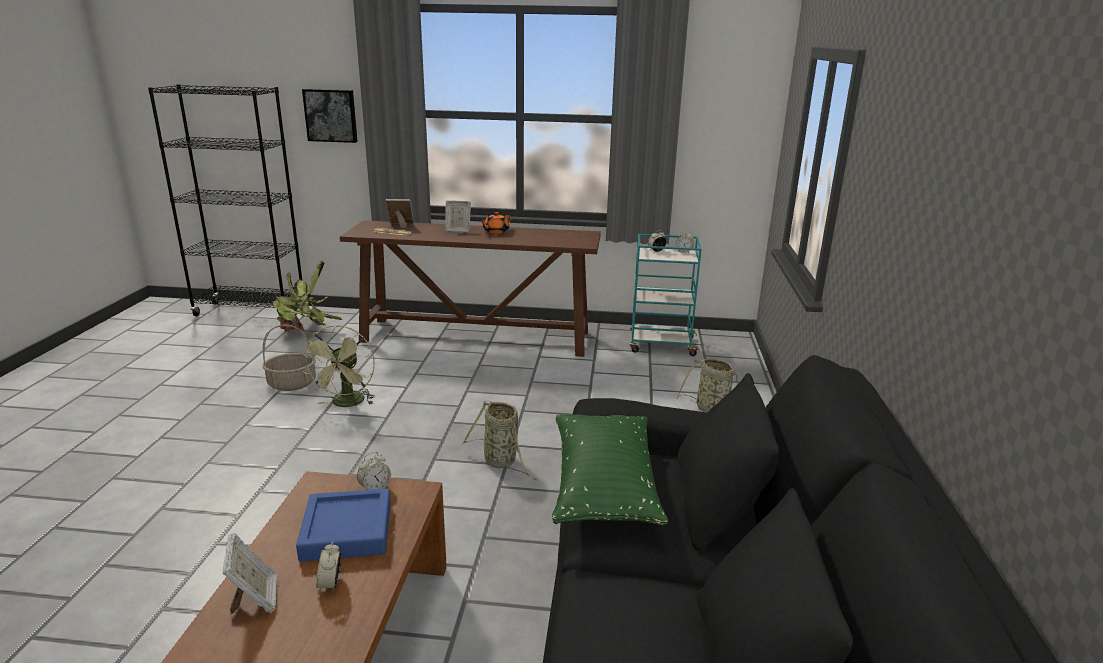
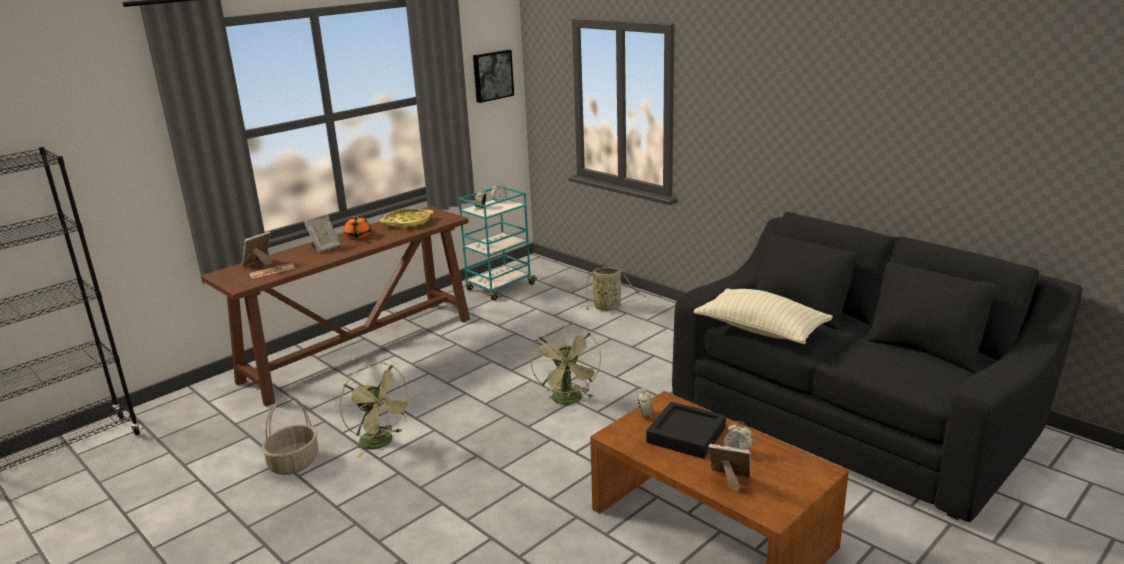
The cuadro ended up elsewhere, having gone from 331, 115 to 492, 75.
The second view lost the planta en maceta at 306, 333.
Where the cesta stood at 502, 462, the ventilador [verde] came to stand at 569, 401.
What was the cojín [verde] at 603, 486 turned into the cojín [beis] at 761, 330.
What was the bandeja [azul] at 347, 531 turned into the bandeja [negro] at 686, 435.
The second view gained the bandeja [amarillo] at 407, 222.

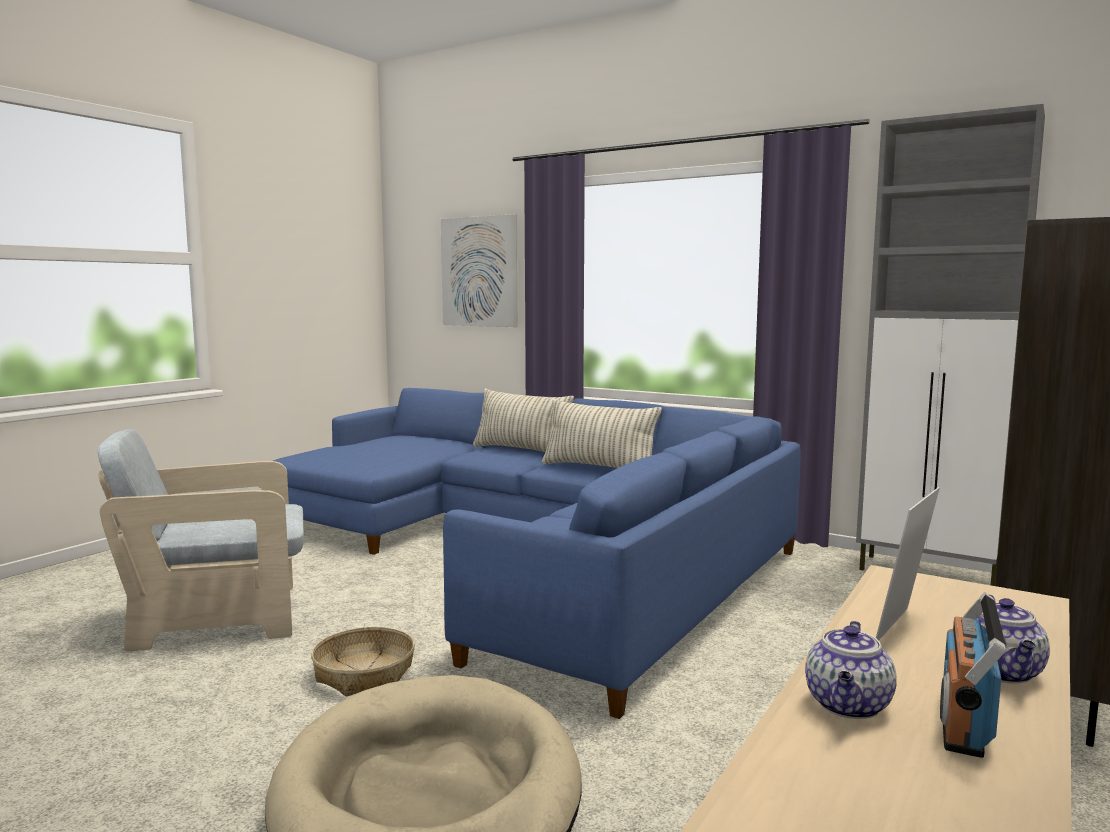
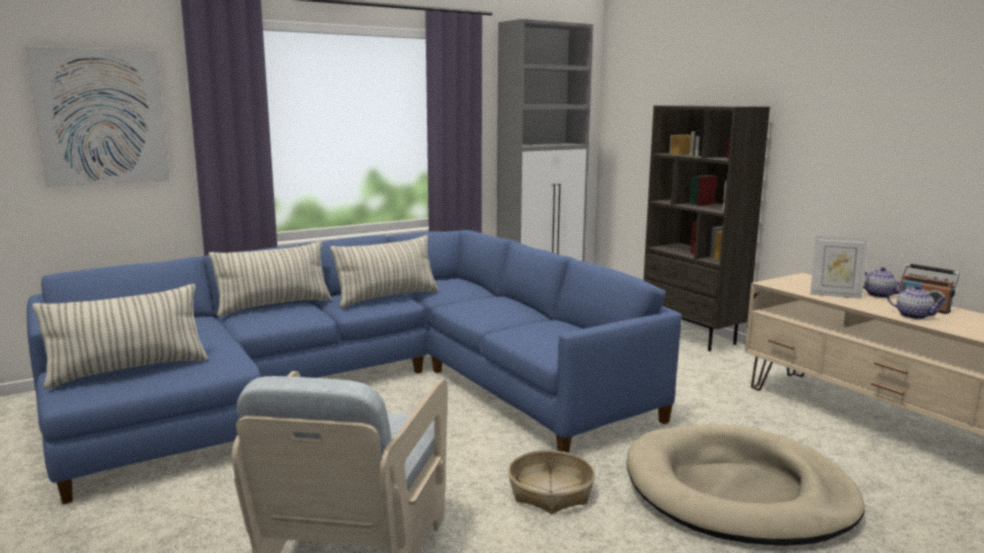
The portarretratos at 903, 628 ended up facing another way, 45 degrees counterclockwise from before.
The second view gained the cojín at 128, 370.

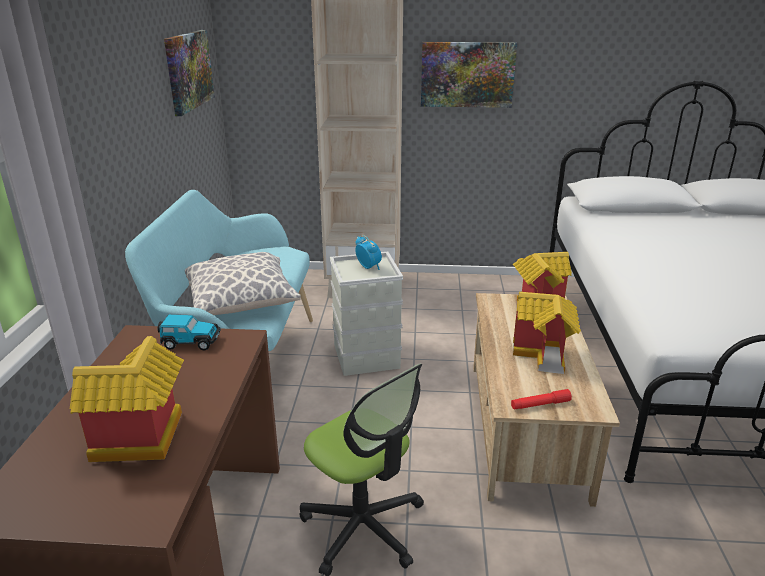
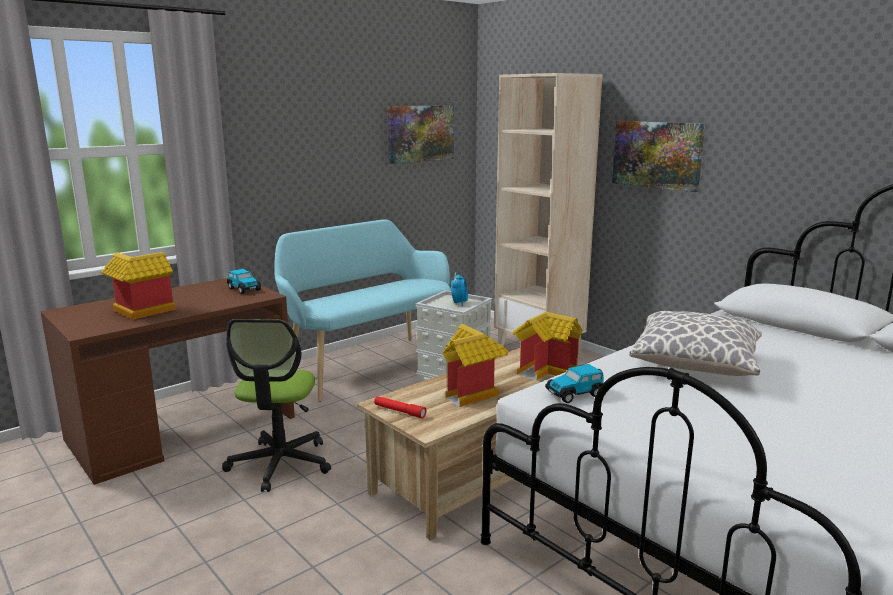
The cojín ended up elsewhere, having gone from 242, 303 to 695, 366.
The second view gained the coche de juguete at 575, 394.

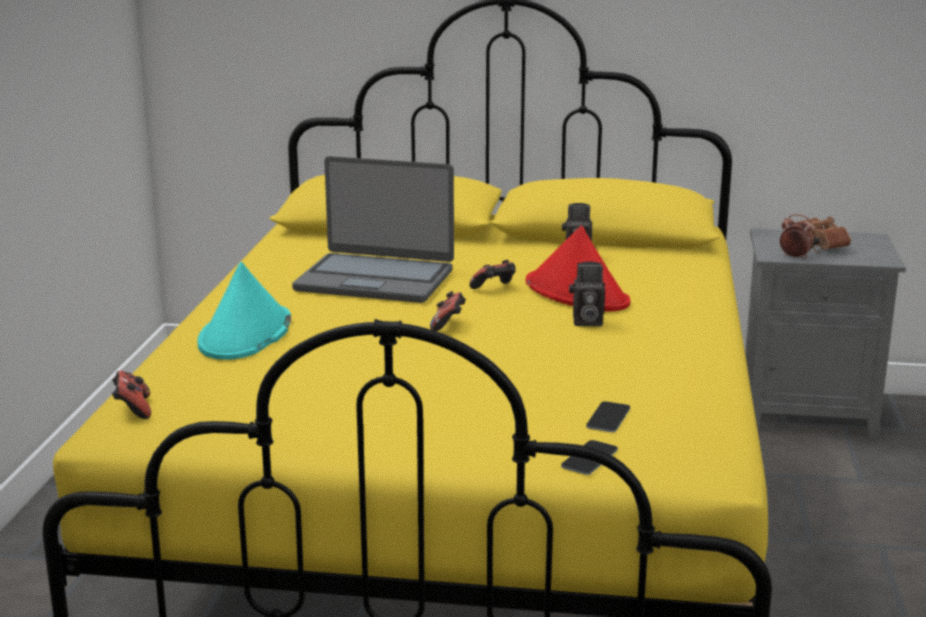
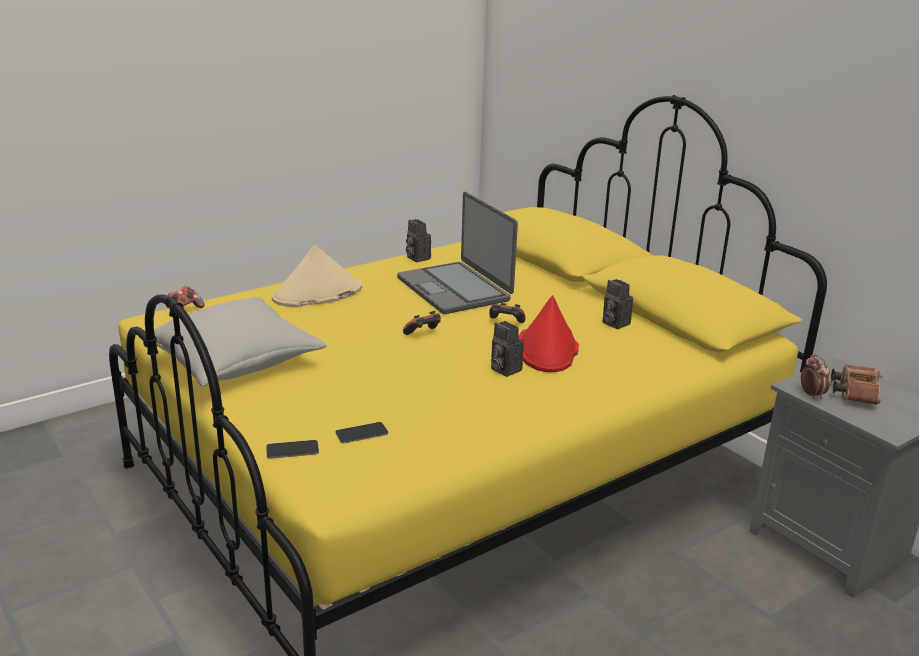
What was the sombrero [turquesa] at 245, 334 turned into the sombrero [beis] at 317, 294.
The second view gained the cámara at 416, 258.
The second view gained the cojín [gris] at 235, 361.

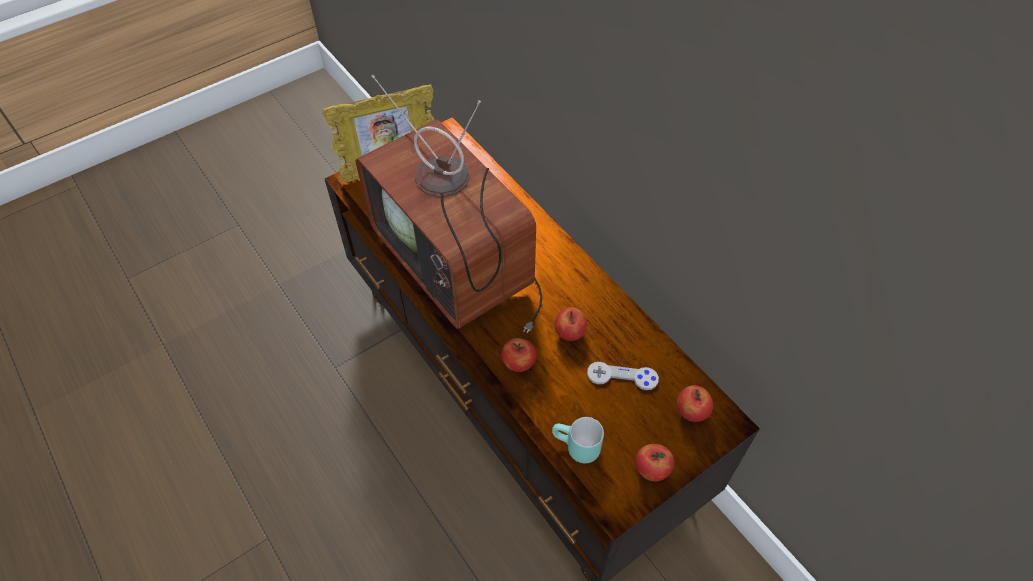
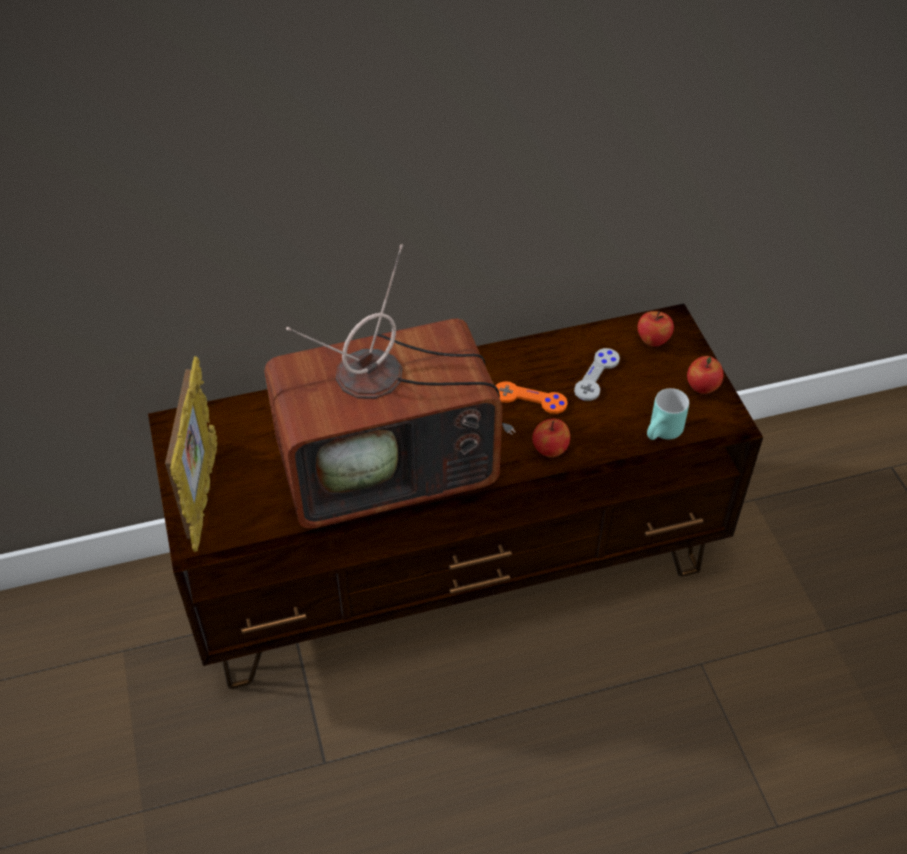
Where the manzana stood at 569, 333, the mando de consola [naranja] came to stand at 530, 399.

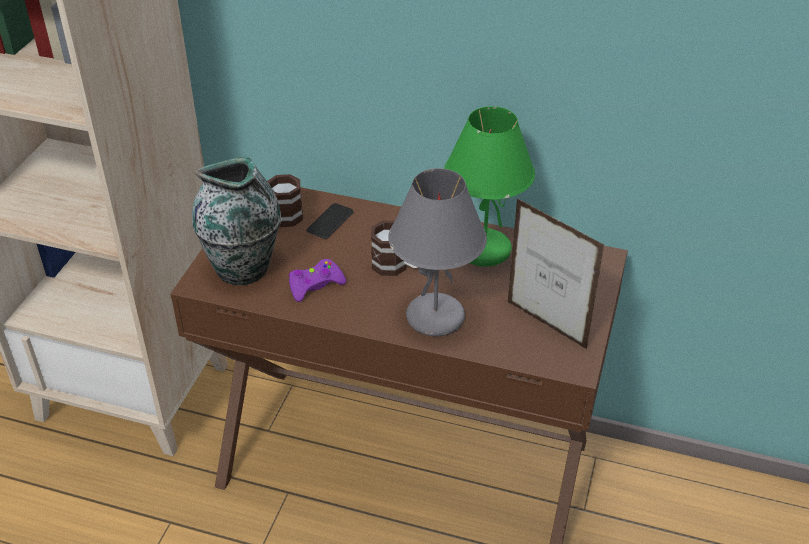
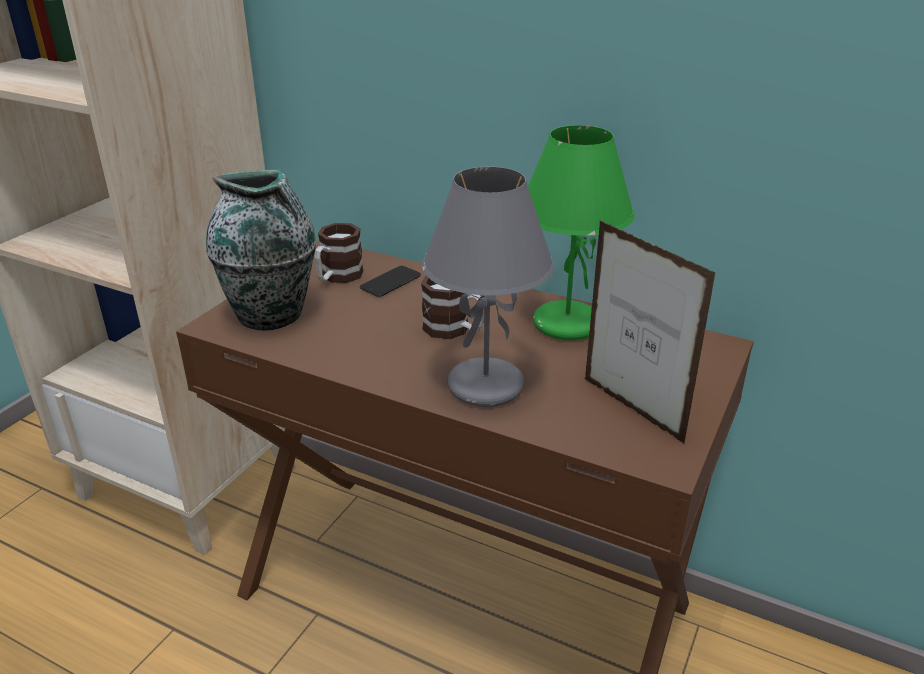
The second view lost the mando de consola [morado] at 315, 285.

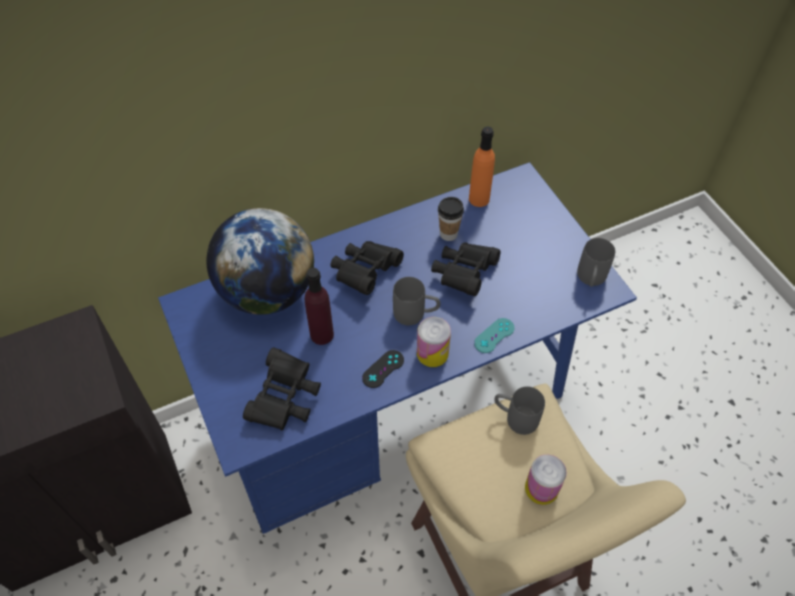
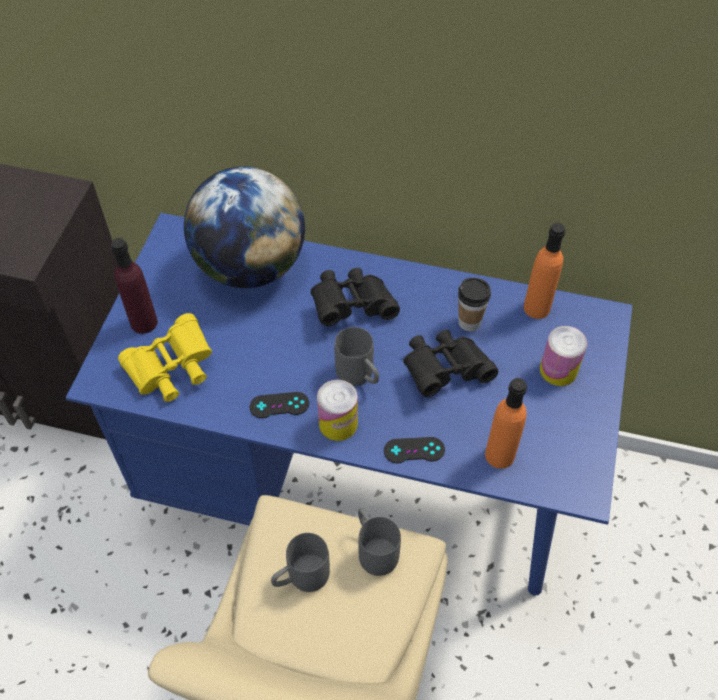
The taza grande [gris] ended up elsewhere, having gone from 590, 280 to 300, 578.
The botella [morado] ended up elsewhere, having gone from 322, 334 to 144, 322.
What was the mando de consola [turquesa] at 494, 335 turned into the mando de consola [negro] at 414, 450.
What was the prismáticos [negro] at 285, 399 turned into the prismáticos [amarillo] at 172, 370.
The lata ended up elsewhere, having gone from 541, 488 to 558, 370.
The second view gained the botella [naranja] at 499, 455.

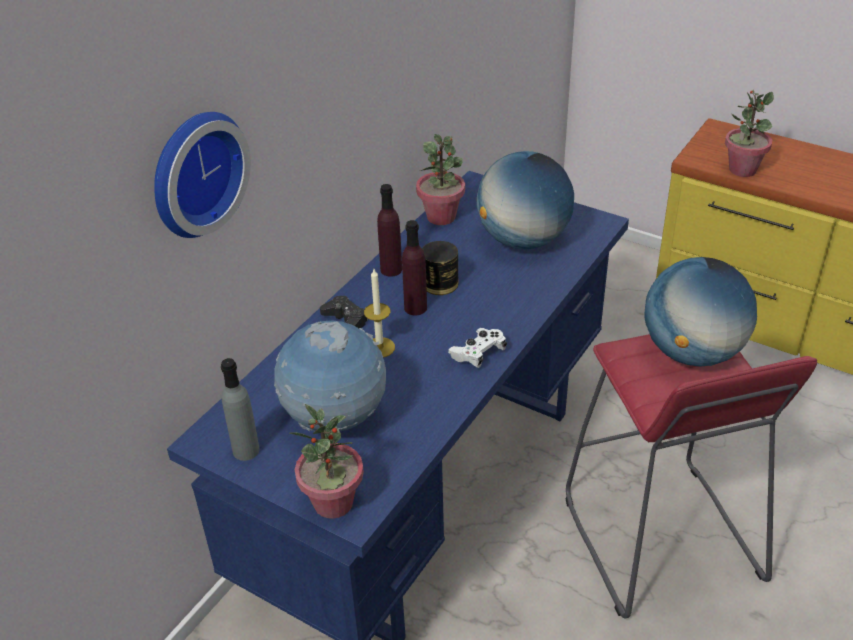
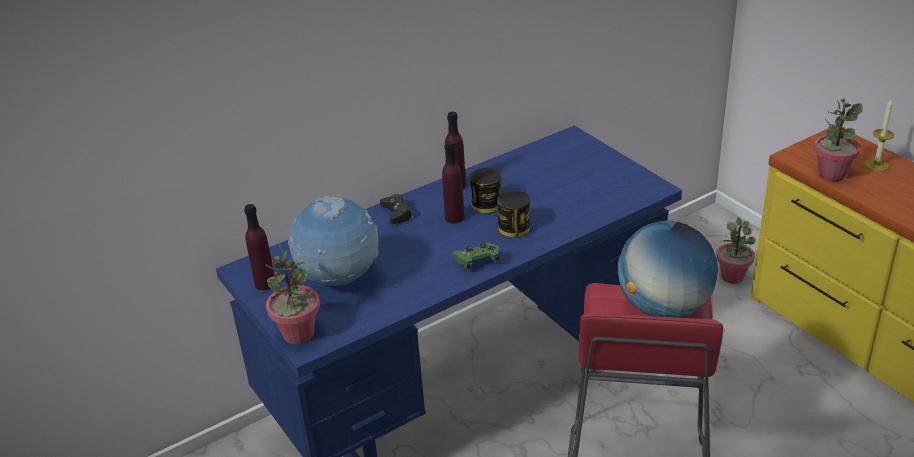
The second view lost the reloj de pared at 193, 172.
The planta en maceta ended up elsewhere, having gone from 441, 217 to 732, 277.
The second view lost the globo terráqueo at 523, 240.
The vela ended up elsewhere, having gone from 379, 347 to 876, 165.
What was the mando de consola [blanco] at 478, 354 turned into the mando de consola [verde] at 477, 262.
What was the botella [gris] at 246, 450 turned into the botella [morado] at 265, 283.
The second view gained the lata at 514, 228.

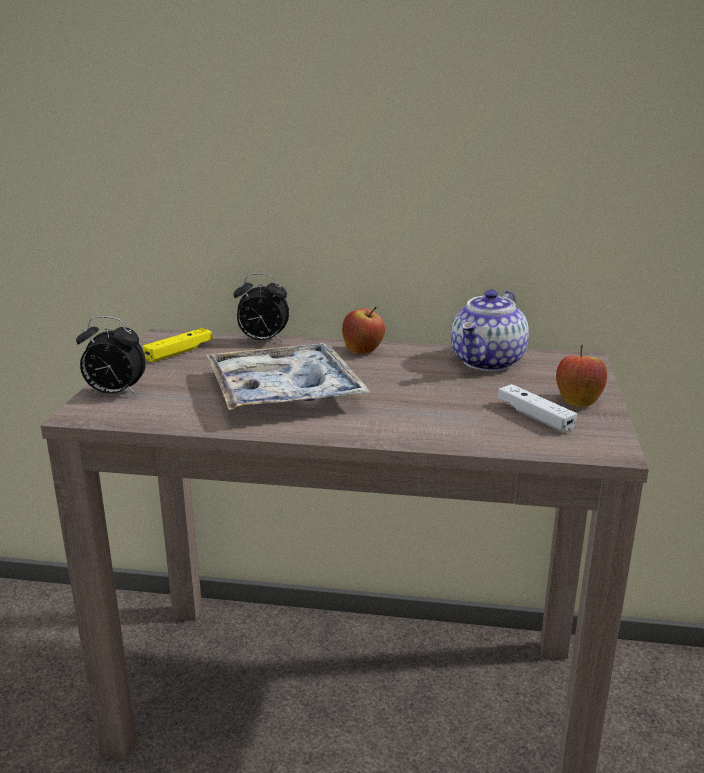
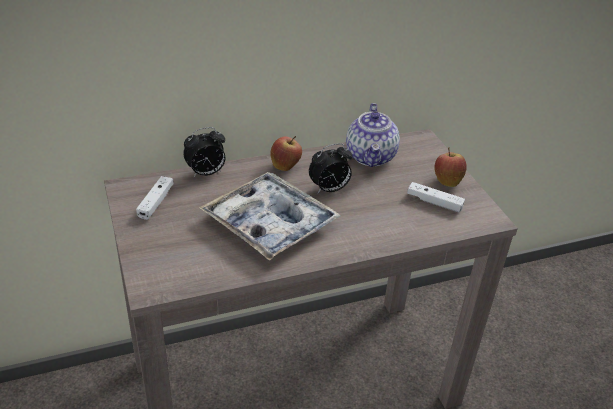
The despertador ended up elsewhere, having gone from 114, 394 to 329, 189.
What was the mando de consola [amarillo] at 179, 352 turned into the mando de consola [blanco] at 156, 202.

